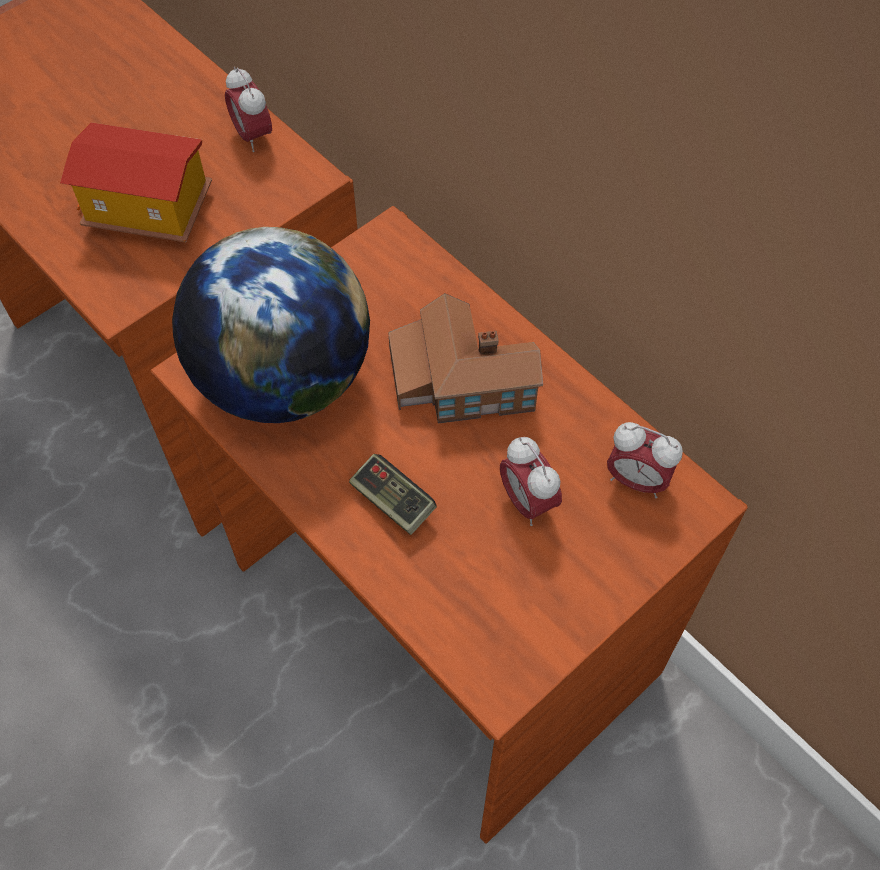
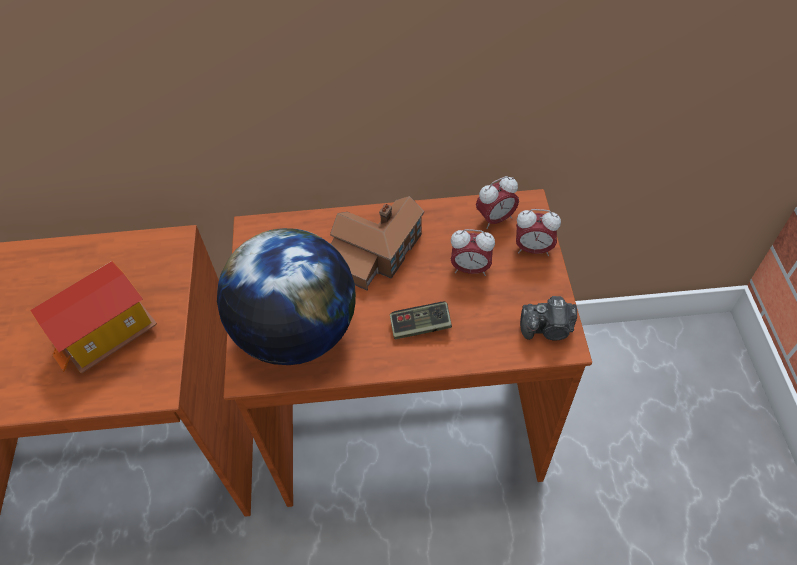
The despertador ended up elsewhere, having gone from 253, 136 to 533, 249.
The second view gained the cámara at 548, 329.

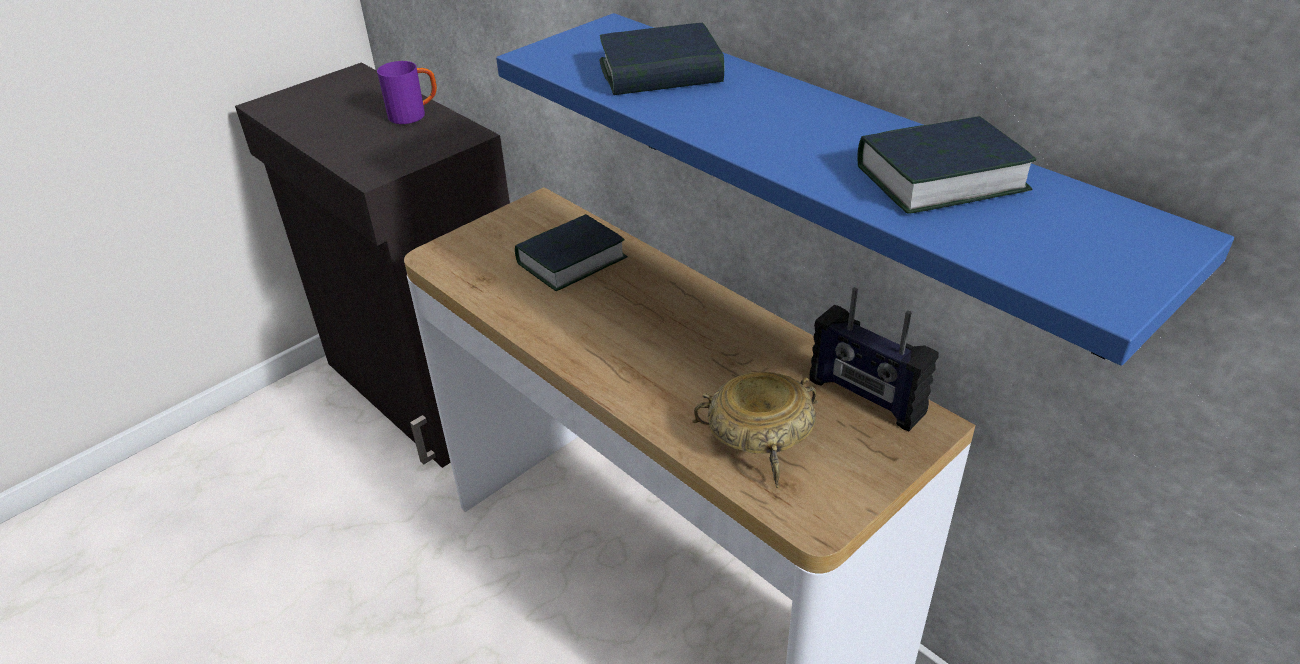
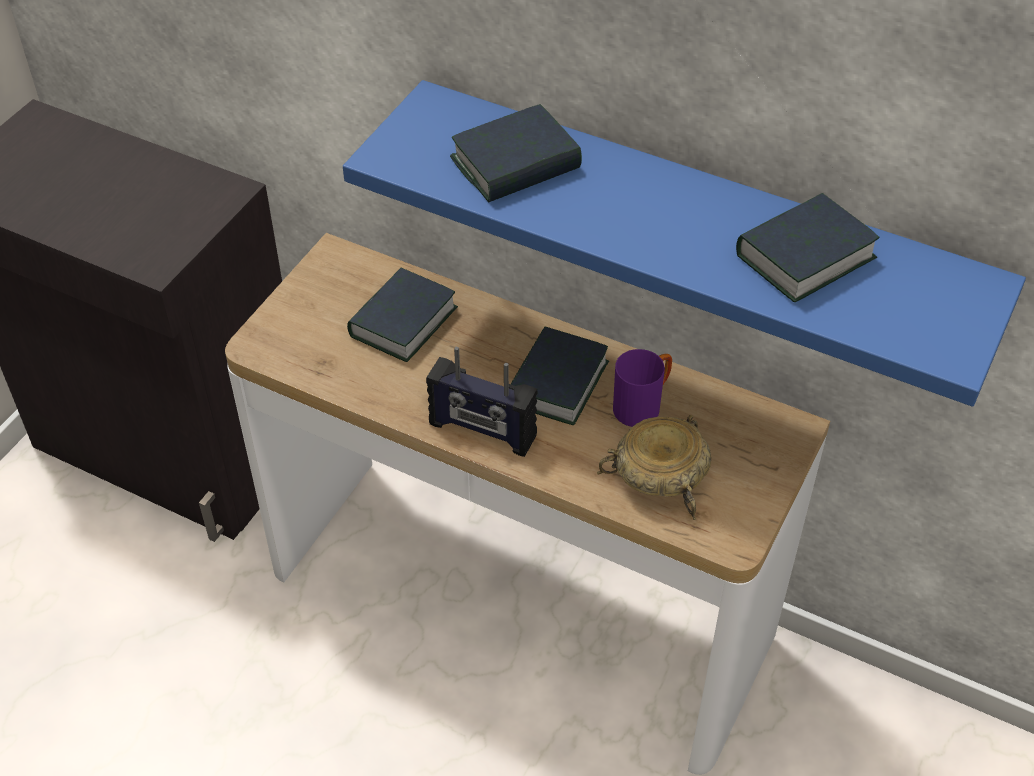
The taza grande [morado] ended up elsewhere, having gone from 414, 115 to 643, 405.
The radio ended up elsewhere, having gone from 865, 397 to 482, 431.
The second view gained the libro at 557, 383.

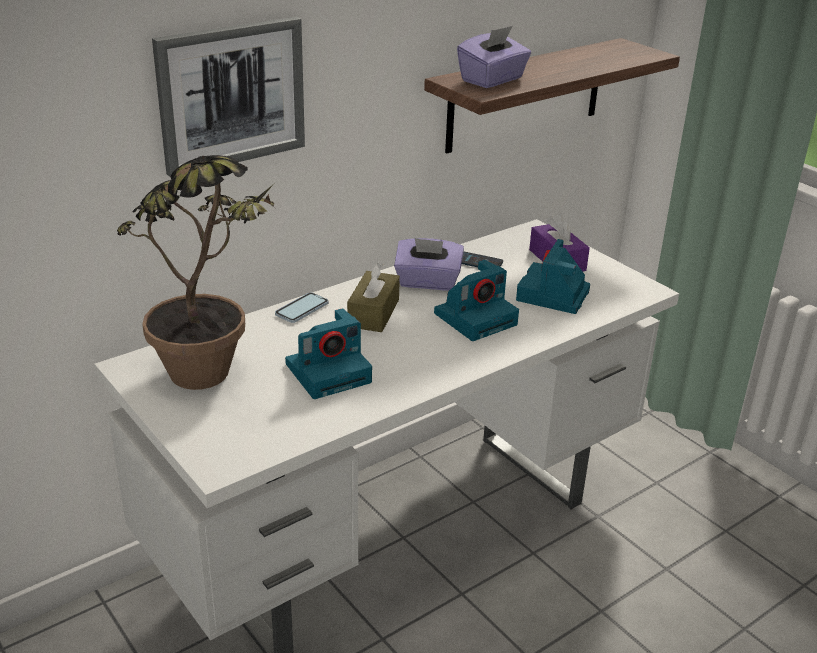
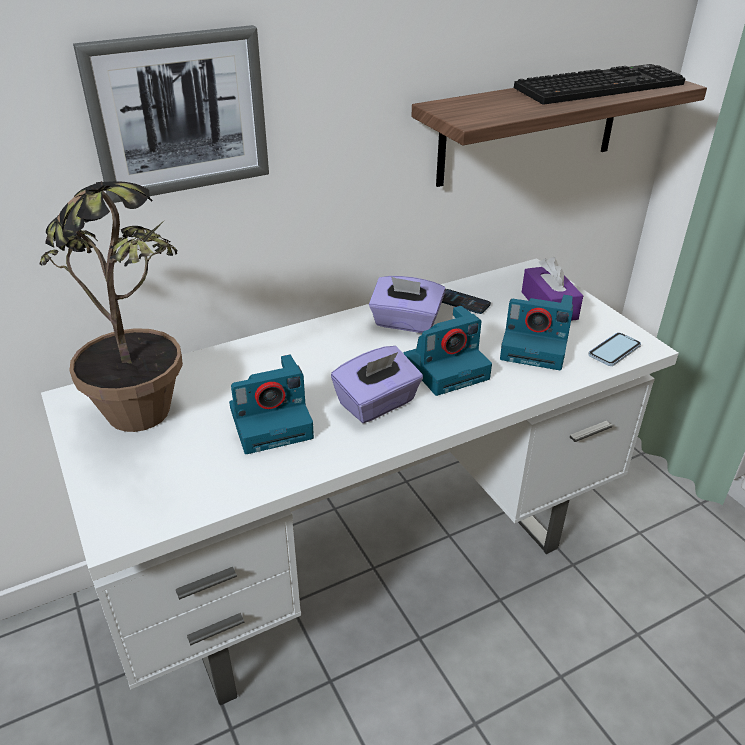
The caja de pañuelos [morado] ended up elsewhere, having gone from 492, 80 to 377, 403.
The cámara at 553, 296 ended up facing another way, 105 degrees counterclockwise from before.
The second view lost the caja de pañuelos [marrón] at 373, 313.
The móvil ended up elsewhere, having gone from 302, 309 to 614, 351.
The second view gained the teclado at 599, 86.

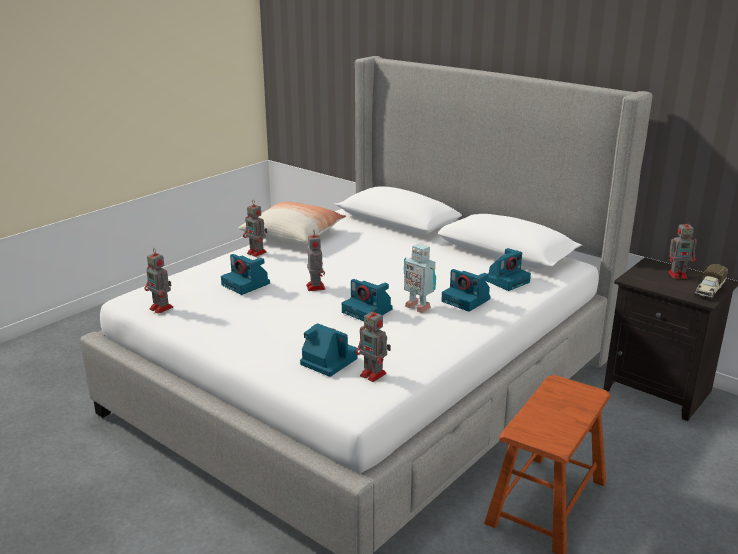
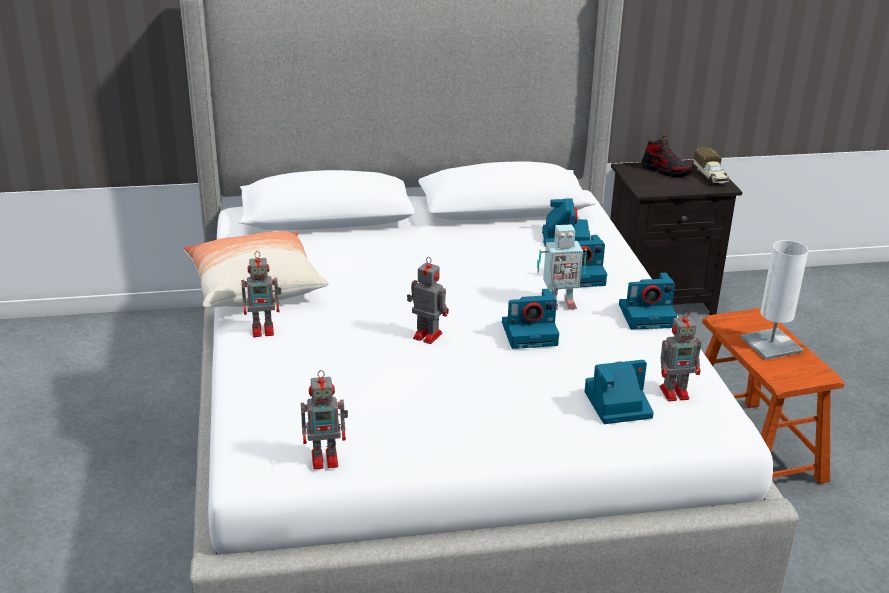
Where the robot de juguete stood at 678, 275, the zapato came to stand at 666, 171.
The cámara ended up elsewhere, having gone from 246, 284 to 647, 315.
The second view gained the lámpara de mesa [blanco] at 771, 344.

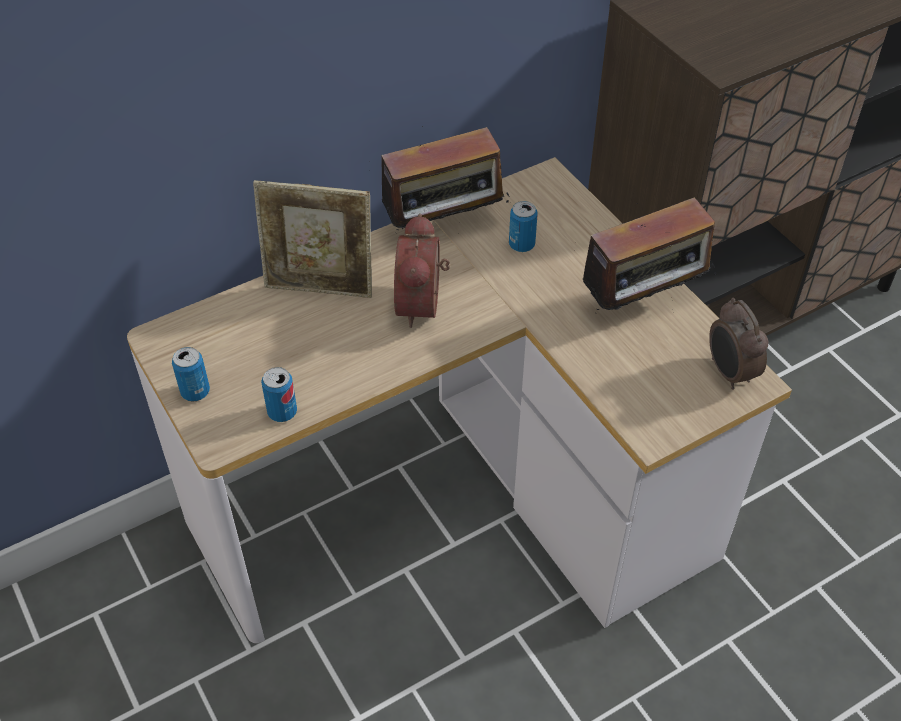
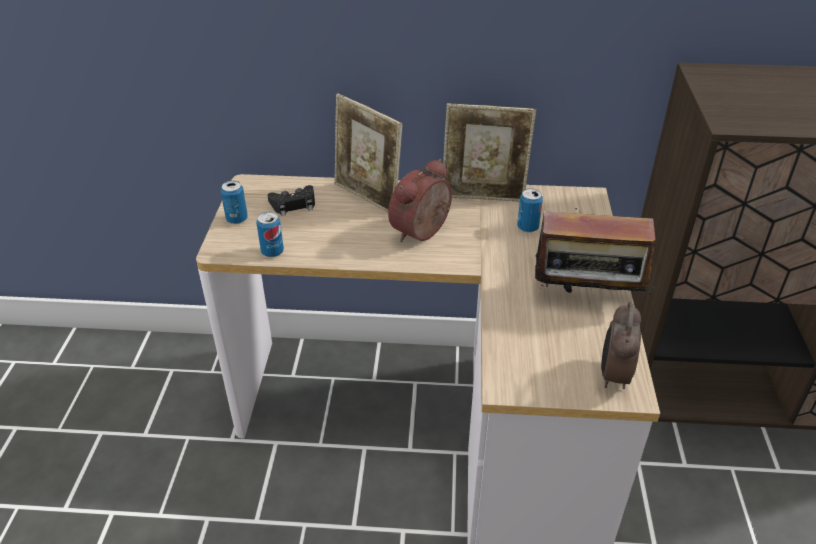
Where the radio stood at 444, 227, the portarretratos came to stand at 483, 197.
The second view gained the mando de consola [negro] at 293, 204.

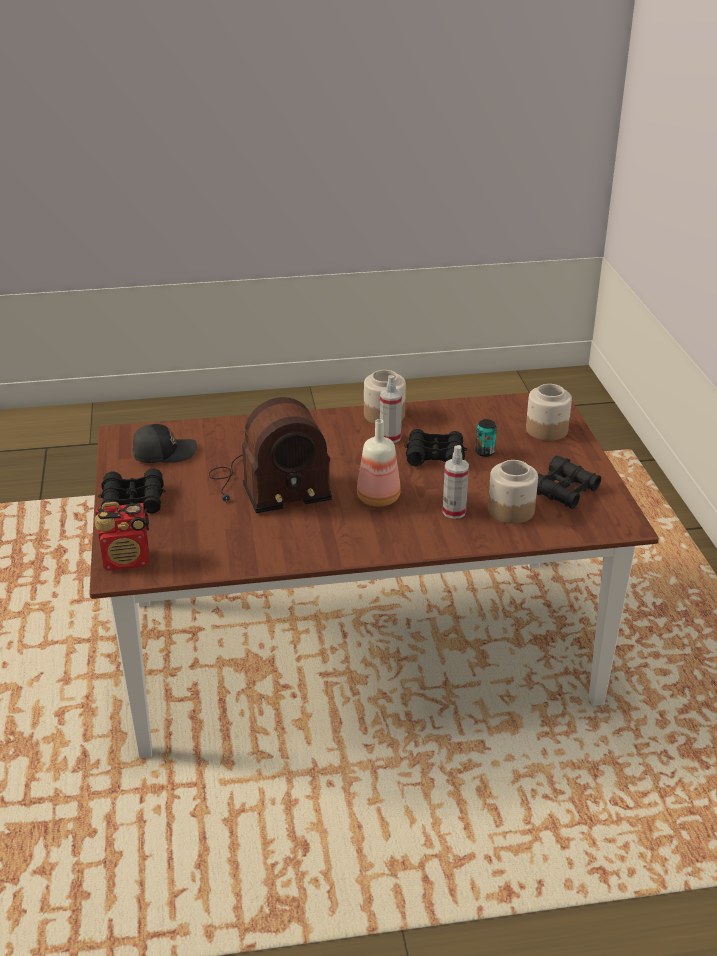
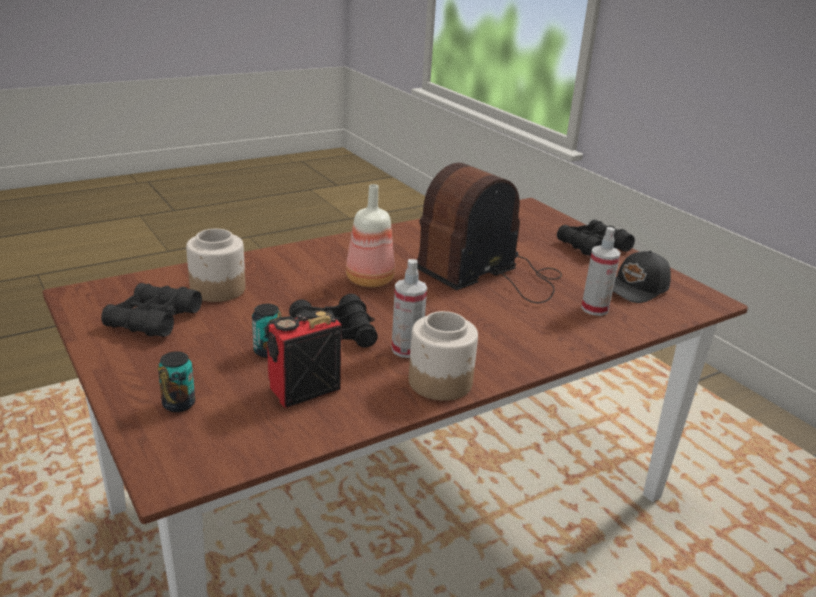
Where the tarro stood at 546, 430, the lata came to stand at 179, 404.
The pulverizador ended up elsewhere, having gone from 454, 512 to 594, 309.
The radio ended up elsewhere, having gone from 127, 560 to 302, 389.

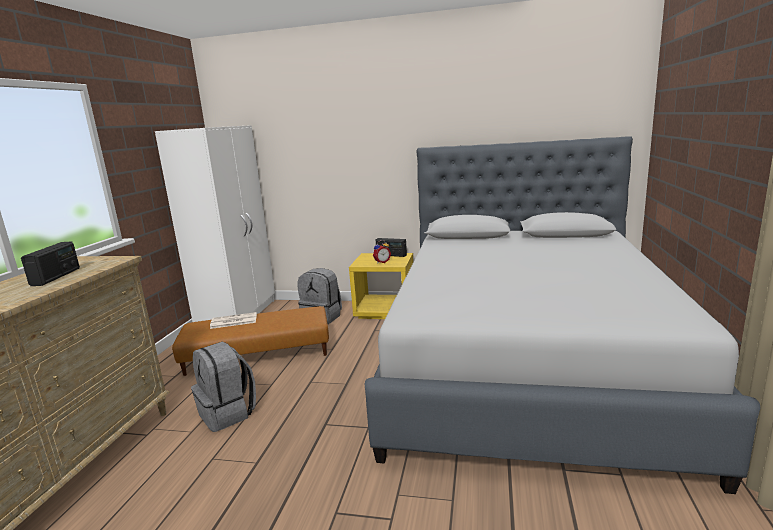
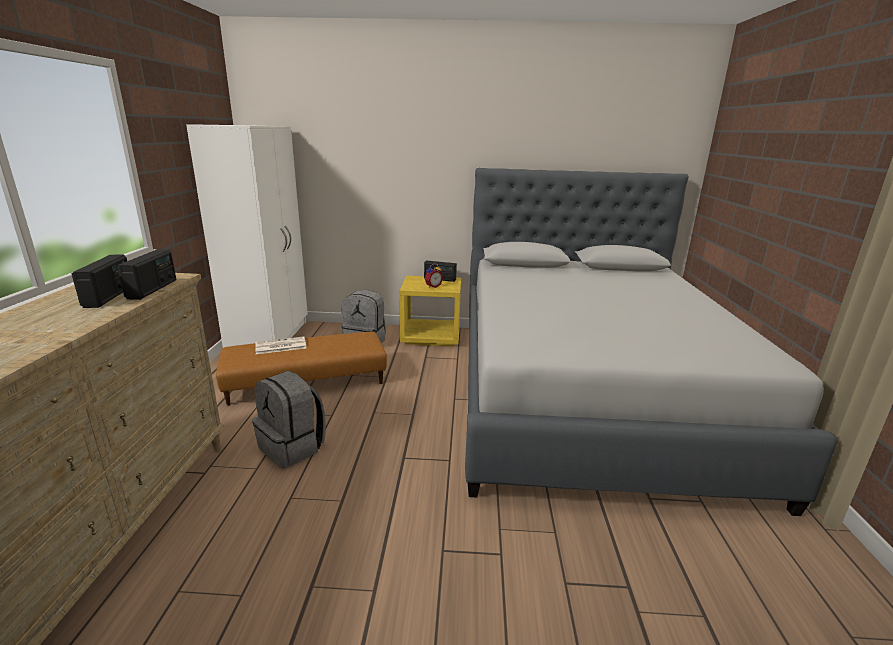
The second view gained the radio at 152, 289.

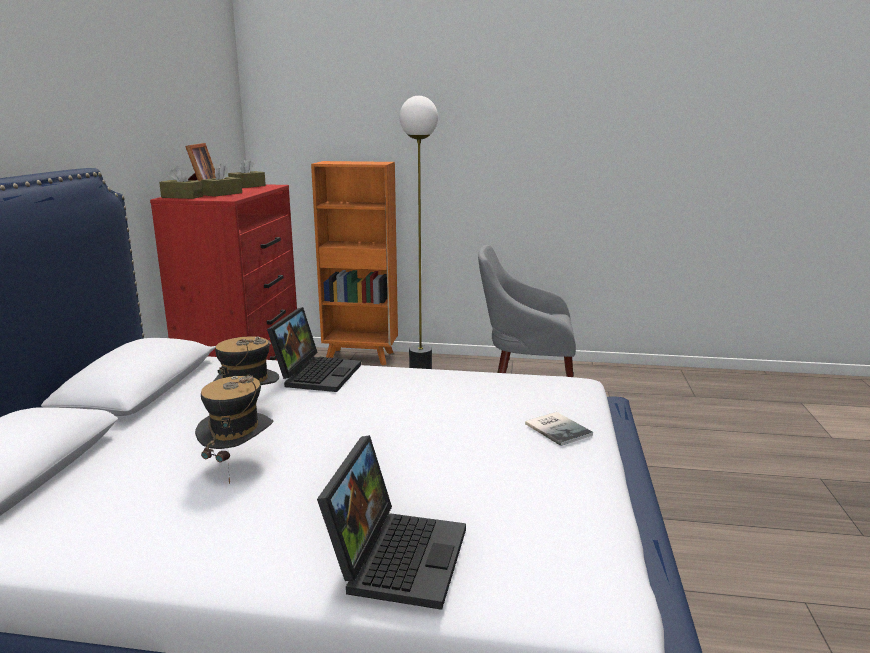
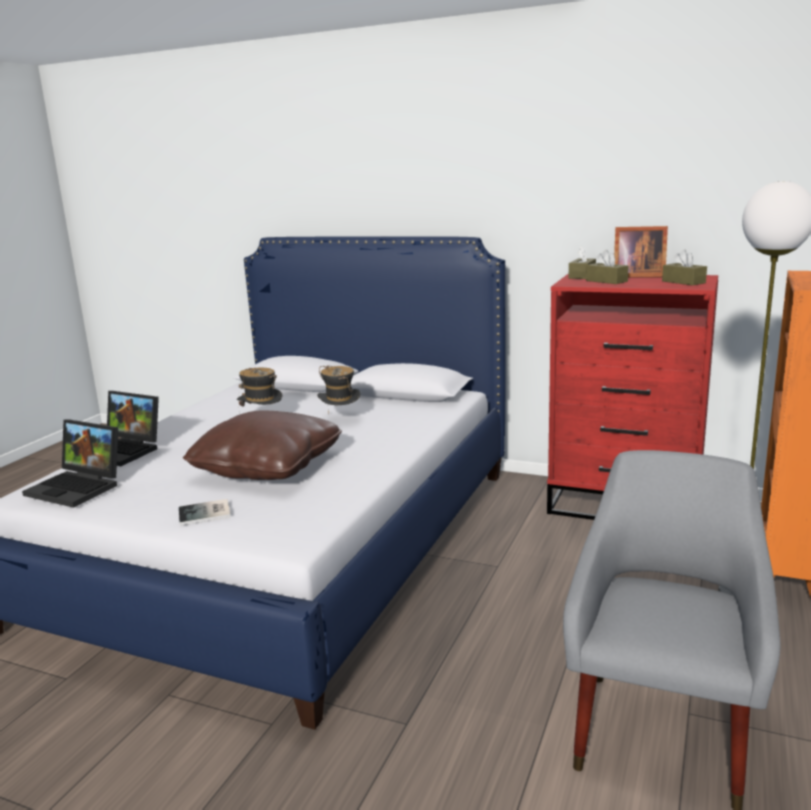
The portátil ended up elsewhere, having gone from 316, 374 to 79, 487.
The second view gained the cojín [marrón] at 267, 467.

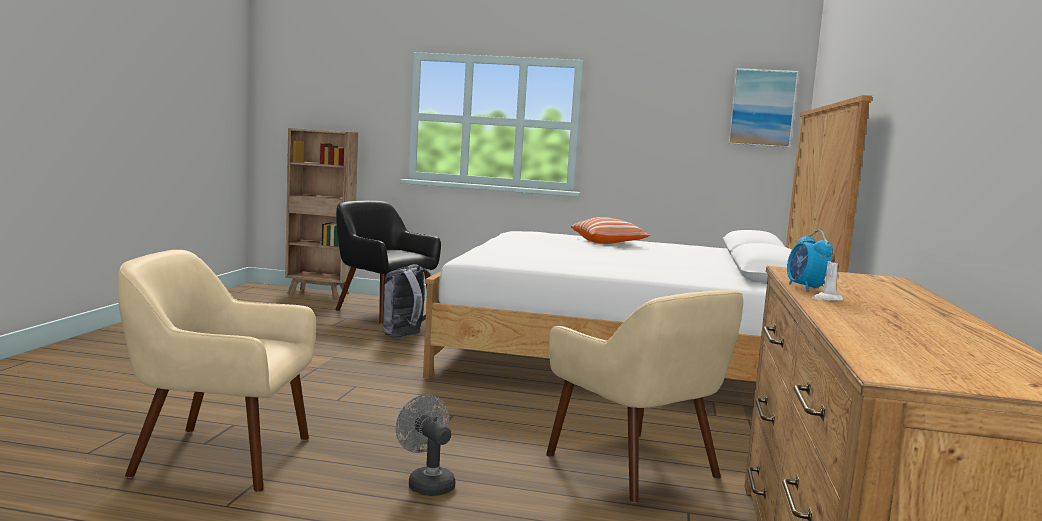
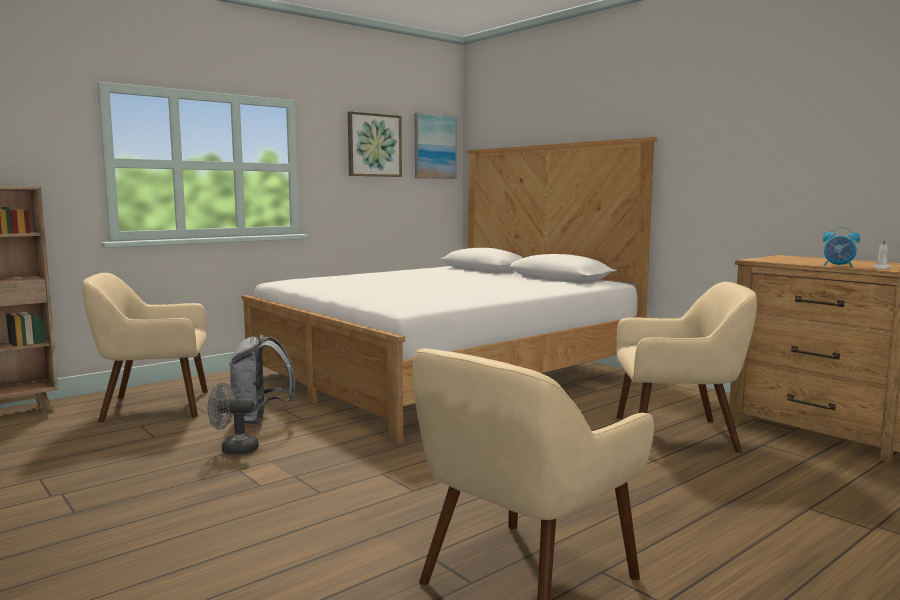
What was the sillón [negro] at 383, 312 turned into the sillón [beis] at 154, 407.
The second view lost the cojín at 608, 243.
The ventilador [gris] ended up elsewhere, having gone from 426, 483 to 233, 449.
The second view gained the cuadro at 374, 145.

